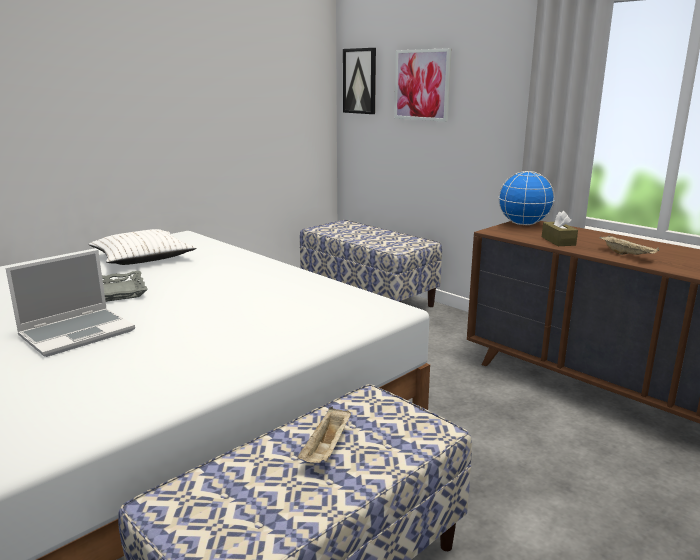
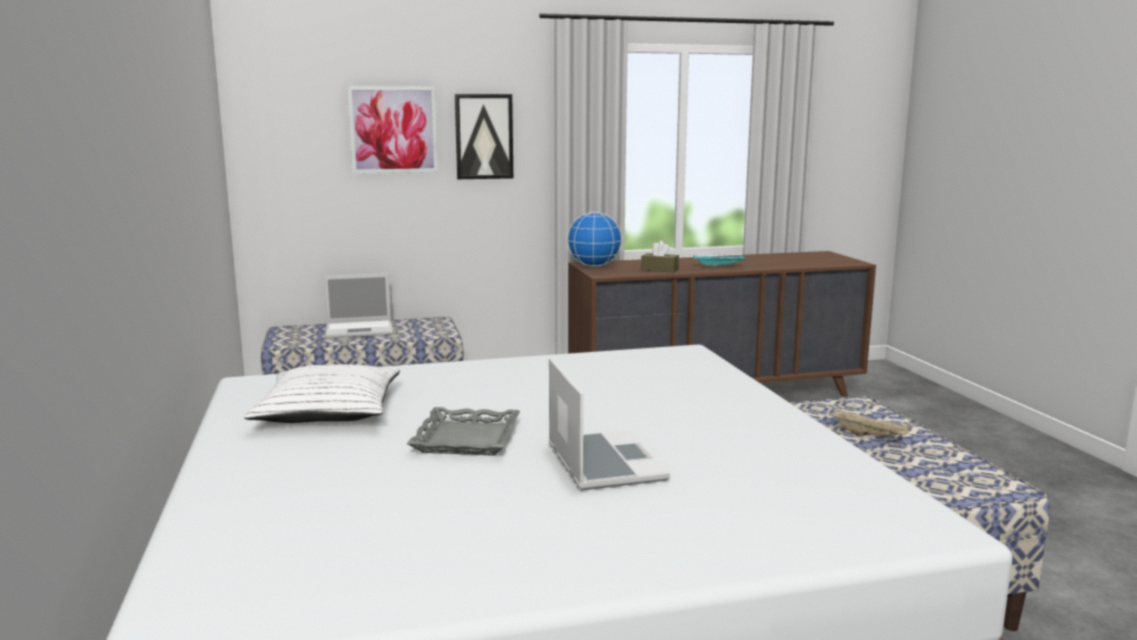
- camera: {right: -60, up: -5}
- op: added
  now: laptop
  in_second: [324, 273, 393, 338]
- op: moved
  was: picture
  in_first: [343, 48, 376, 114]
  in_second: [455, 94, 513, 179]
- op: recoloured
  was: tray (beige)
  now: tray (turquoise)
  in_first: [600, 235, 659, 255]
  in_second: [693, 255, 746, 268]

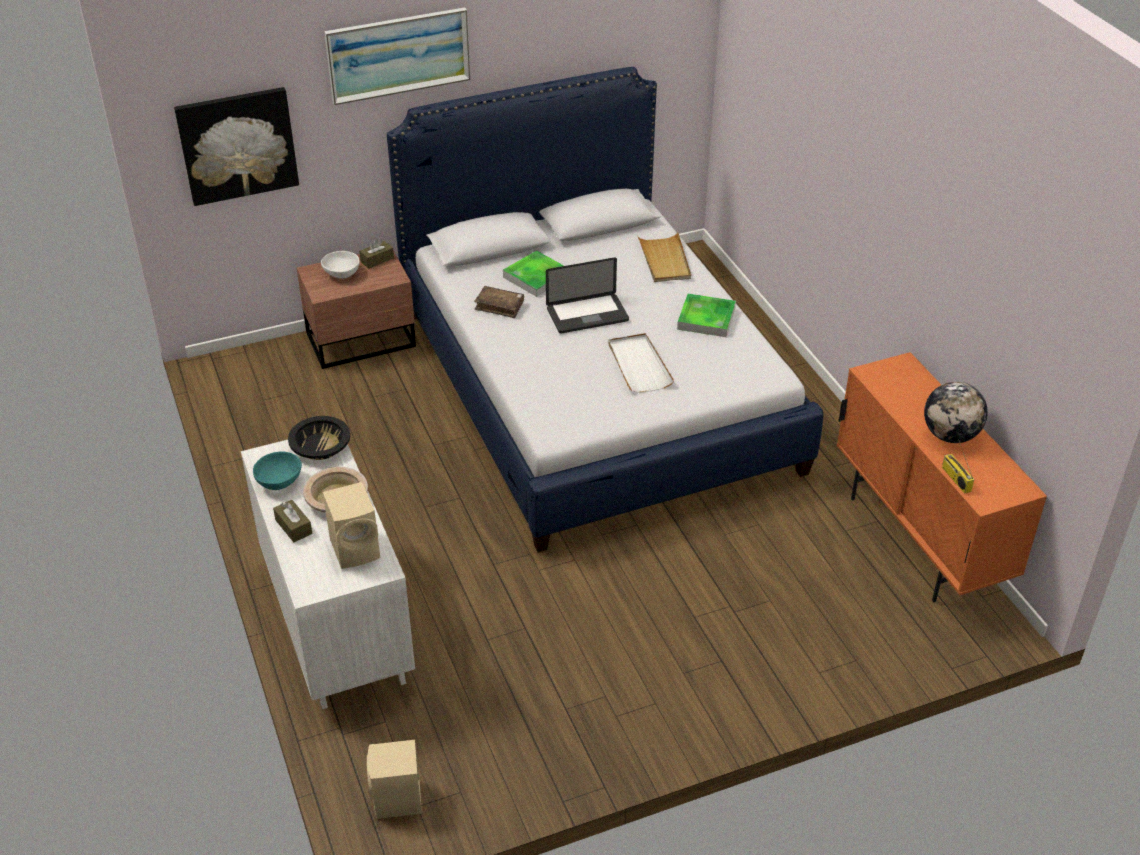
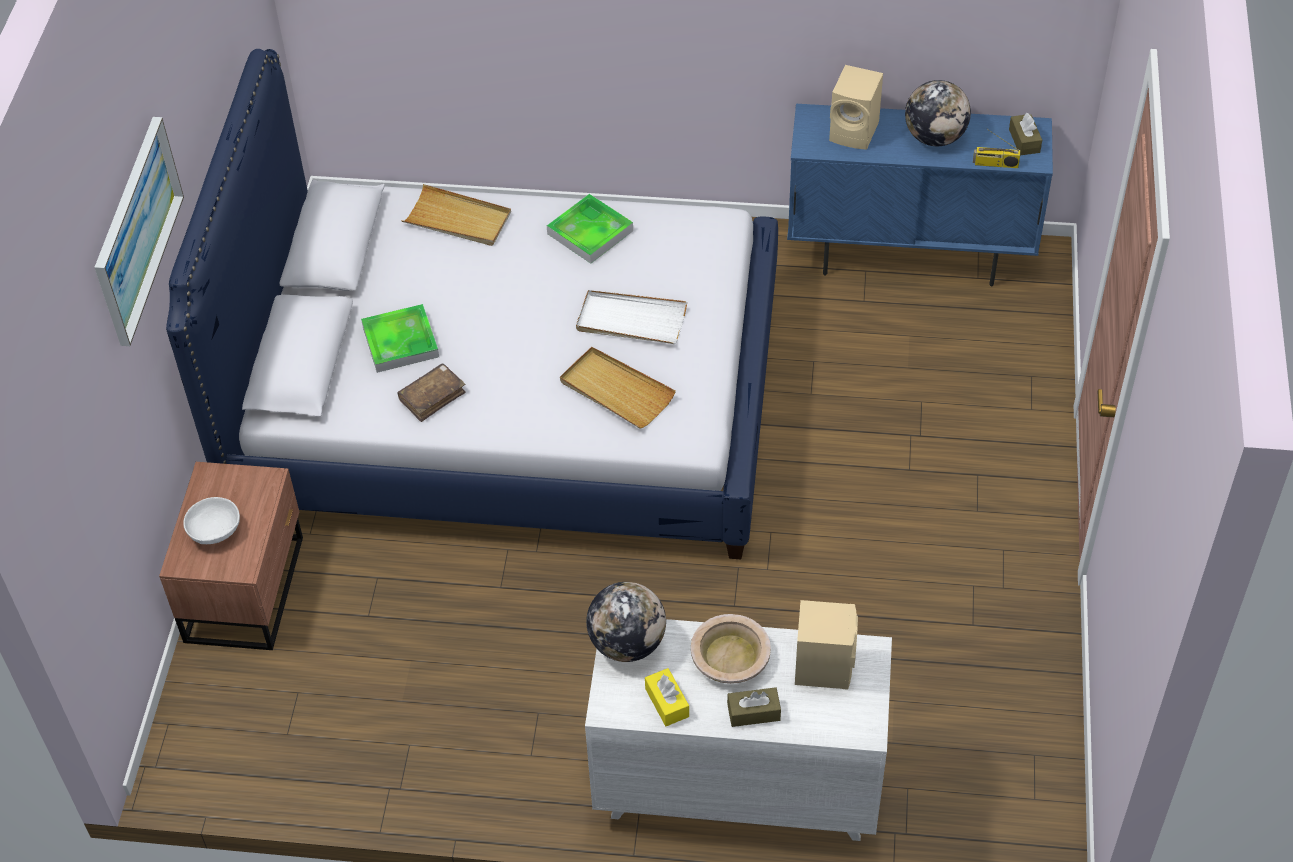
- camera: {right: -60, up: 10}
- op: added
  now: tray (beige)
  in_second: [560, 347, 676, 428]
- op: replaced
  was: bowl (black)
  now: globe
  in_first: [288, 416, 350, 460]
  in_second: [586, 582, 666, 662]
- op: replaced
  was: bowl (turquoise)
  now: tissue box (yellow)
  in_first: [253, 451, 302, 490]
  in_second: [645, 668, 689, 726]
- op: recoloured
  was: cabinet (orange)
  now: cabinet (blue)
  in_first: [837, 352, 1047, 602]
  in_second: [787, 104, 1053, 286]
- op: moved
  was: speaker (beige)
  in_first: [367, 740, 422, 819]
  in_second: [829, 65, 883, 150]
- op: moved
  was: tissue box (brown)
  in_first: [359, 239, 394, 268]
  in_second: [1009, 113, 1042, 155]
- op: removed
  was: picture
  in_first: [174, 87, 299, 206]
- op: removed
  was: laptop
  in_first: [546, 257, 629, 333]

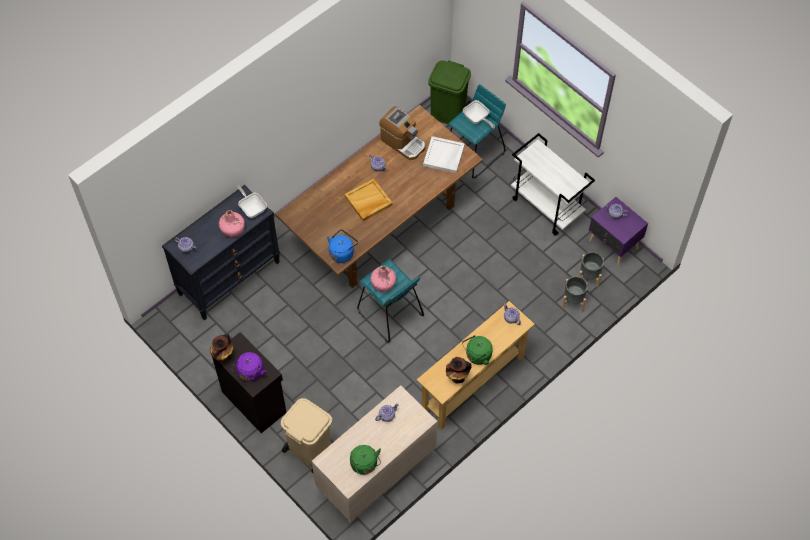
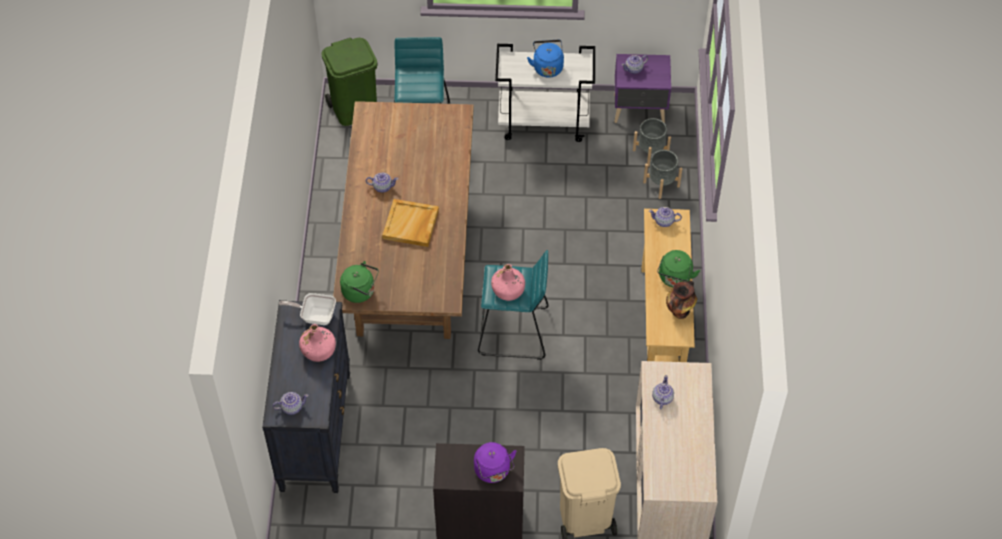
- camera: {right: -45, up: -5}
- op: moved
  was: kettle (green)
  in_first: [350, 445, 381, 475]
  in_second: [340, 261, 379, 303]
- op: moved
  was: kettle (blue)
  in_first: [327, 229, 358, 263]
  in_second: [527, 40, 564, 78]
- op: removed
  was: vase
  in_first: [210, 334, 234, 362]
- op: removed
  was: coffee machine
  in_first: [379, 106, 425, 160]
- op: removed
  was: tray (white)
  in_first: [423, 136, 465, 173]
- op: removed
  was: frying pan
  in_first: [463, 100, 495, 129]

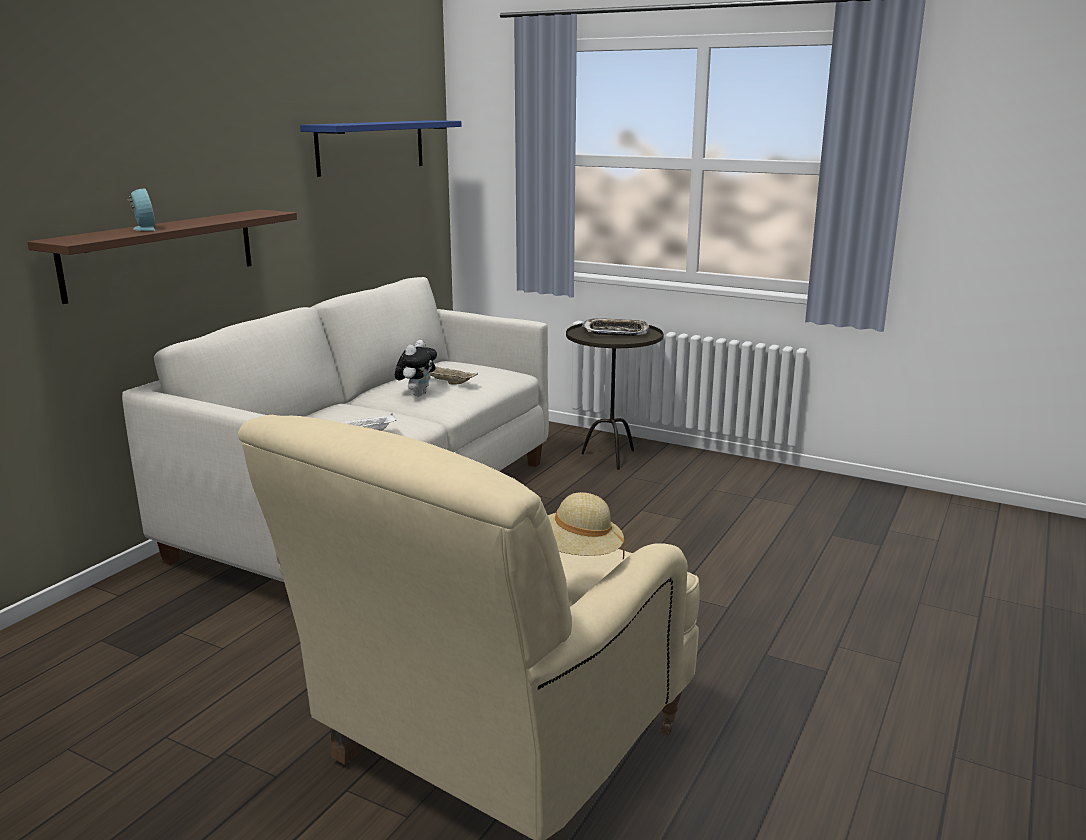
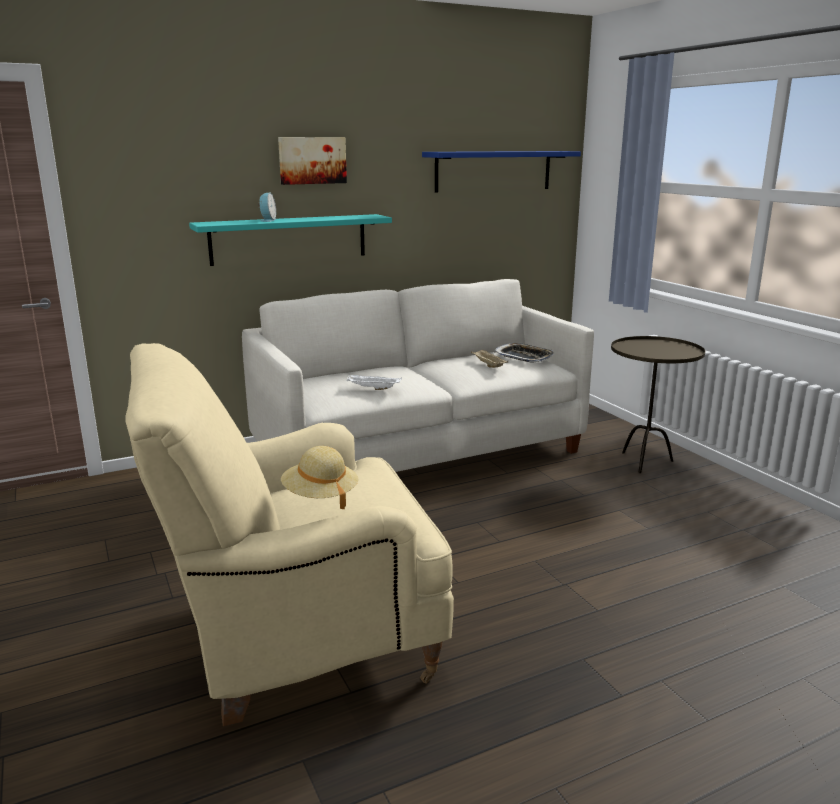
- camera: {right: 35, up: 0}
- op: recoloured
  was: shelf (brown)
  now: shelf (turquoise)
  in_first: [27, 210, 297, 304]
  in_second: [189, 214, 392, 266]
- op: added
  now: picture
  in_second: [278, 137, 347, 185]
- op: moved
  was: tray
  in_first: [582, 318, 649, 336]
  in_second: [494, 343, 554, 363]
- op: removed
  was: plush toy
  in_first: [395, 340, 437, 396]

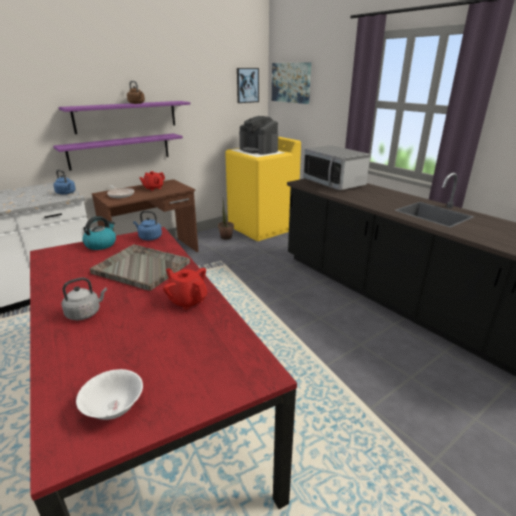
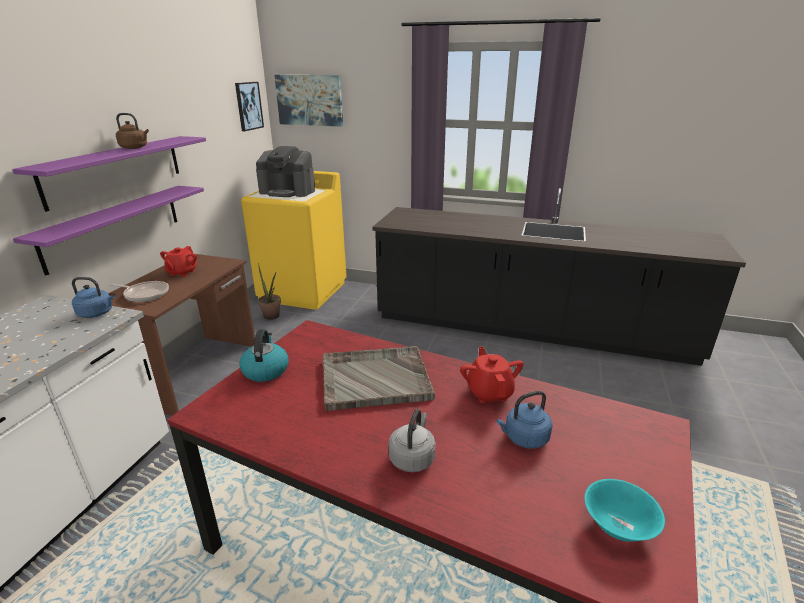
- camera: {right: -35, up: 0}
- op: turned
  was: teapot (red)
  in_first: [163, 268, 207, 310]
  in_second: [460, 346, 524, 403]
  clockwise: 75
- op: moved
  was: kettle (blue)
  in_first: [133, 211, 162, 240]
  in_second: [496, 391, 553, 449]
- op: recoloured
  was: bowl (white)
  now: bowl (turquoise)
  in_first: [76, 369, 143, 420]
  in_second: [584, 479, 665, 542]
- op: removed
  was: microwave
  in_first: [303, 145, 371, 190]

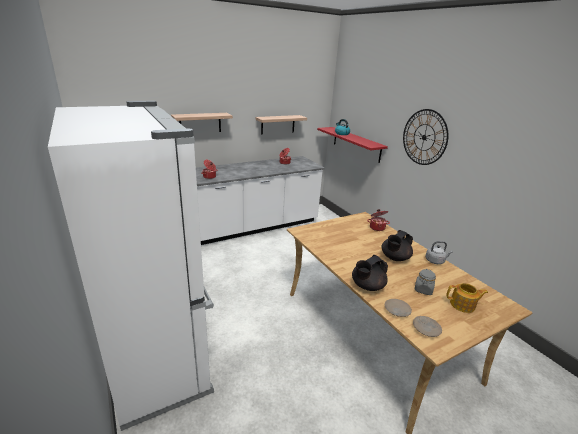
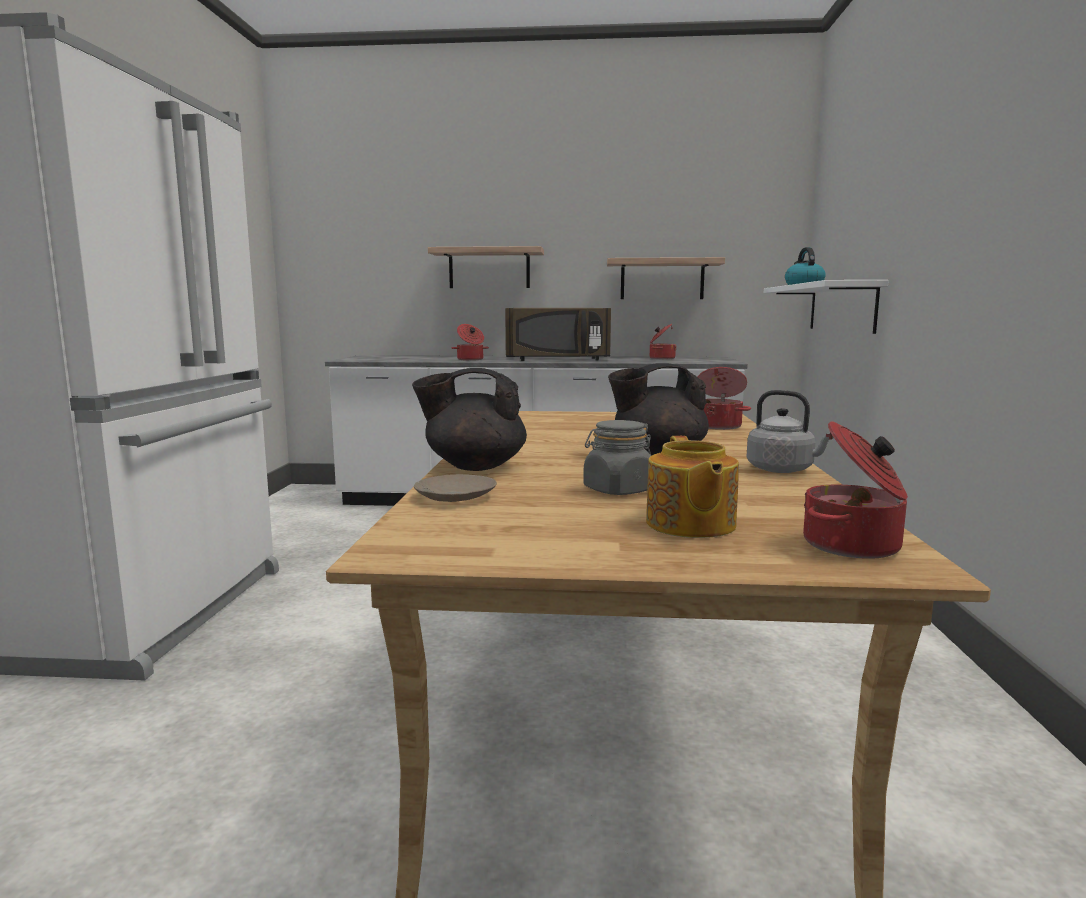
- camera: {right: 35, up: -15}
- op: added
  now: microwave (brown)
  in_second: [505, 308, 611, 361]
- op: turned
  was: teapot
  in_first: [446, 283, 488, 313]
  in_second: [646, 436, 739, 538]
  clockwise: 45
- op: recoloured
  was: shelf (red)
  now: shelf (white)
  in_first: [317, 127, 388, 163]
  in_second: [764, 280, 889, 334]
- op: added
  now: cooking pot
  in_second: [803, 421, 908, 559]
- op: removed
  was: wall clock
  in_first: [403, 109, 449, 165]
- op: removed
  was: plate (beige)
  in_first: [413, 316, 442, 337]

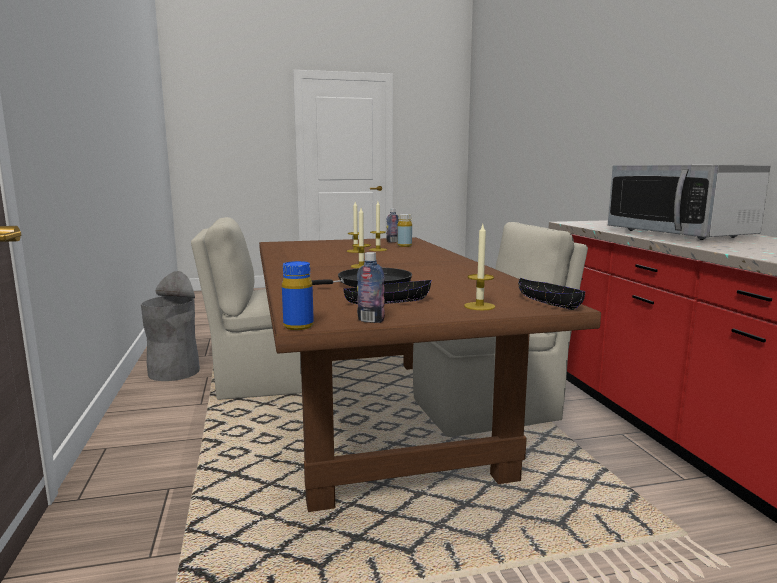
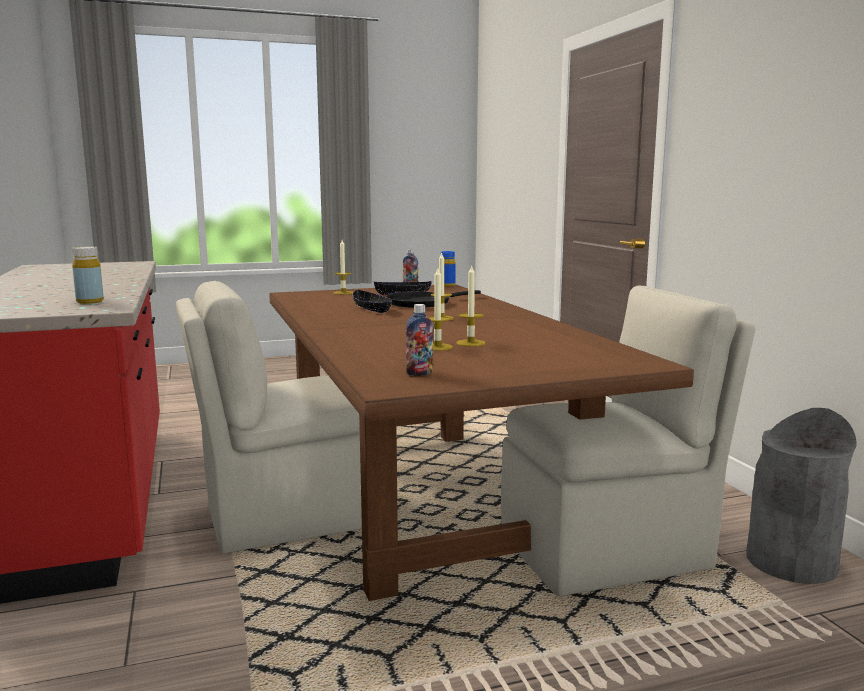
- camera: {right: 175, up: 0}
- op: moved
  was: bottle (yellow)
  in_first: [397, 214, 412, 247]
  in_second: [72, 247, 104, 304]
- op: moved
  was: bowl (black)
  in_first: [518, 278, 585, 310]
  in_second: [353, 290, 392, 313]
- op: removed
  was: microwave
  in_first: [608, 165, 771, 240]

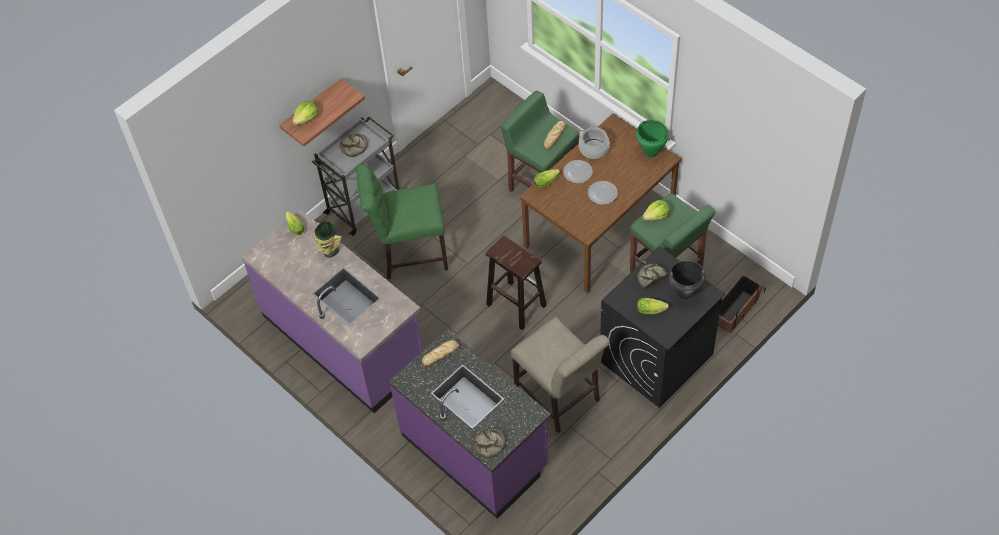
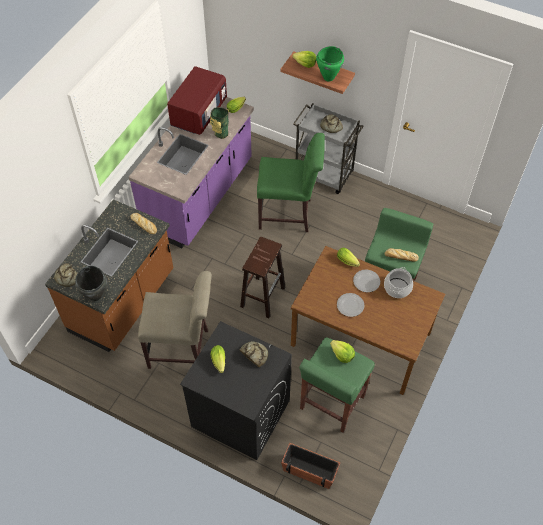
- camera: {right: 70, up: 0}
- op: recoloured
  was: counter (purple)
  now: counter (brown)
  in_first: [389, 329, 551, 519]
  in_second: [45, 199, 173, 352]
- op: moved
  was: cooking pot (black)
  in_first: [669, 260, 706, 299]
  in_second: [75, 266, 107, 301]
- op: turned
  was: chair (beige)
  in_first: [511, 316, 610, 433]
  in_second: [138, 271, 212, 369]
  clockwise: -120
- op: added
  now: microwave (red)
  in_second: [167, 66, 227, 135]
- op: turned
  was: chair (green)
  in_first: [356, 164, 448, 279]
  in_second: [257, 133, 325, 232]
  clockwise: 120
- op: moved
  was: cooking pot (green)
  in_first: [636, 120, 669, 158]
  in_second: [316, 46, 344, 81]

